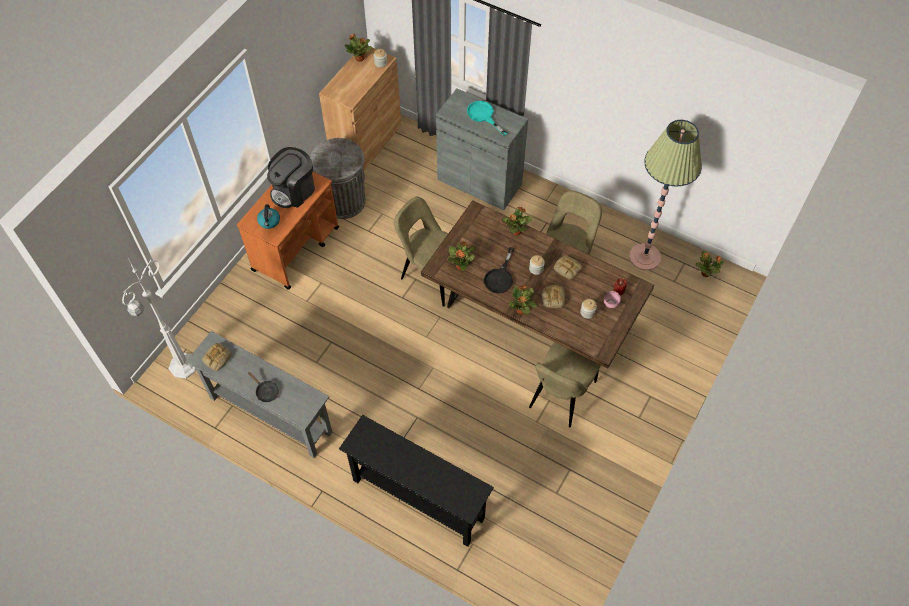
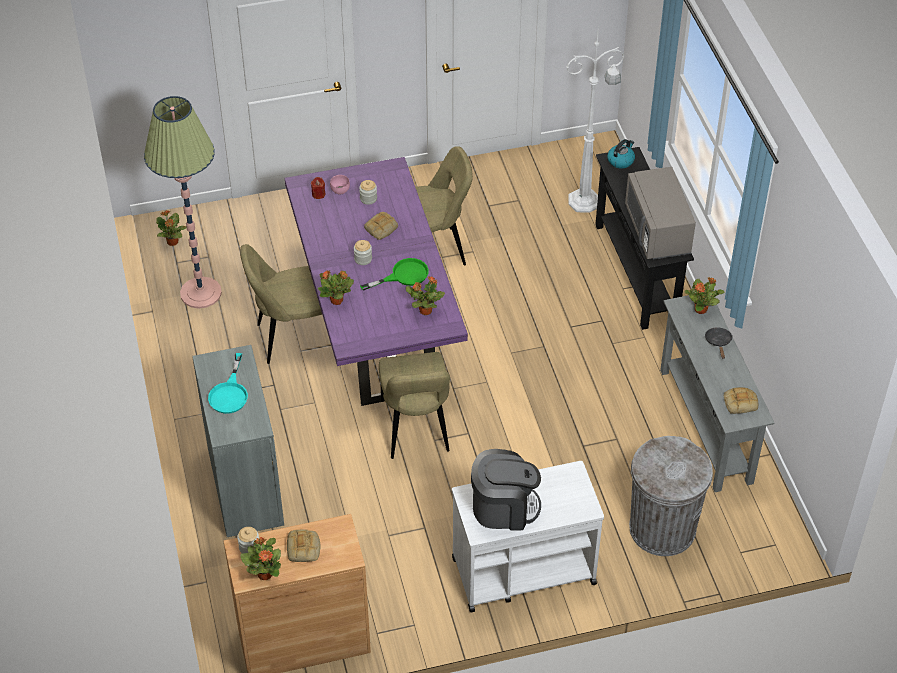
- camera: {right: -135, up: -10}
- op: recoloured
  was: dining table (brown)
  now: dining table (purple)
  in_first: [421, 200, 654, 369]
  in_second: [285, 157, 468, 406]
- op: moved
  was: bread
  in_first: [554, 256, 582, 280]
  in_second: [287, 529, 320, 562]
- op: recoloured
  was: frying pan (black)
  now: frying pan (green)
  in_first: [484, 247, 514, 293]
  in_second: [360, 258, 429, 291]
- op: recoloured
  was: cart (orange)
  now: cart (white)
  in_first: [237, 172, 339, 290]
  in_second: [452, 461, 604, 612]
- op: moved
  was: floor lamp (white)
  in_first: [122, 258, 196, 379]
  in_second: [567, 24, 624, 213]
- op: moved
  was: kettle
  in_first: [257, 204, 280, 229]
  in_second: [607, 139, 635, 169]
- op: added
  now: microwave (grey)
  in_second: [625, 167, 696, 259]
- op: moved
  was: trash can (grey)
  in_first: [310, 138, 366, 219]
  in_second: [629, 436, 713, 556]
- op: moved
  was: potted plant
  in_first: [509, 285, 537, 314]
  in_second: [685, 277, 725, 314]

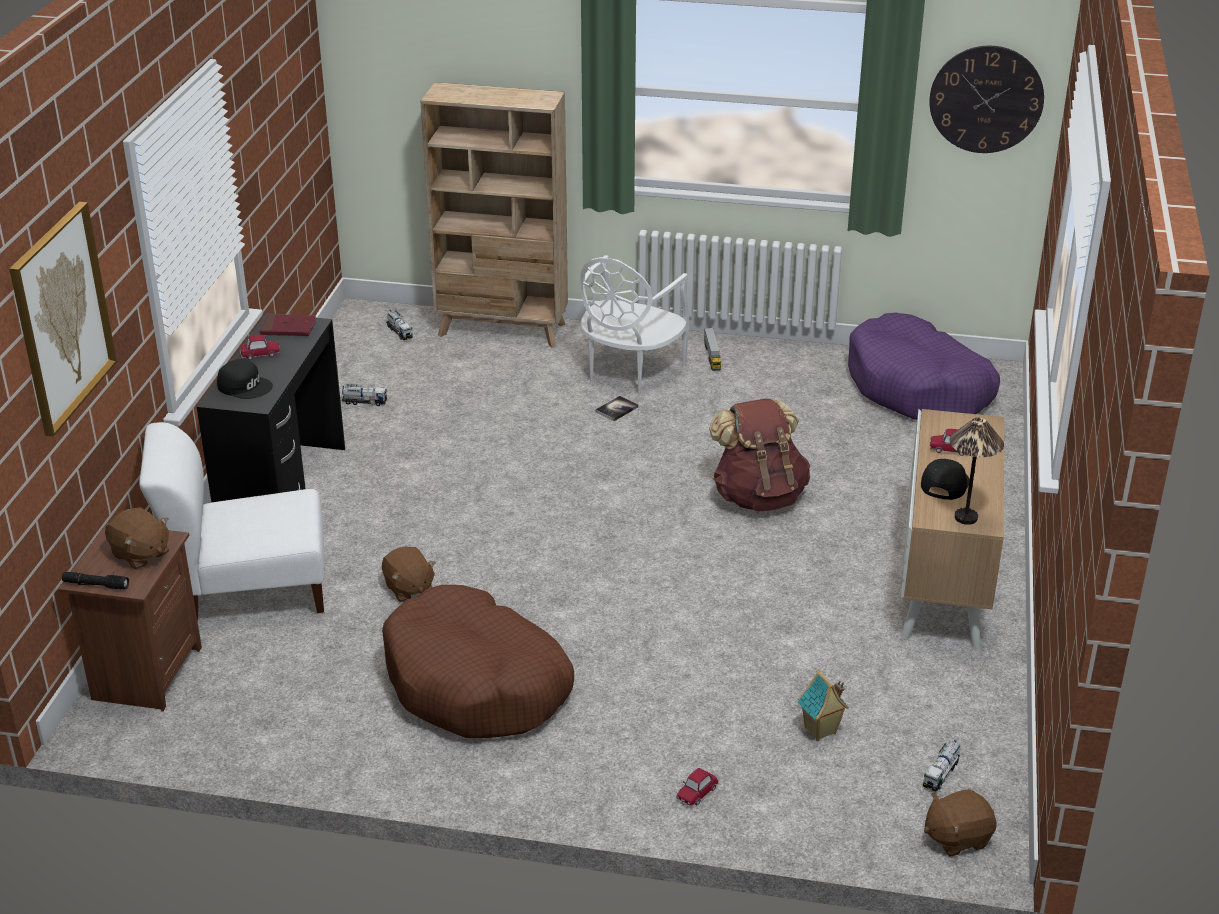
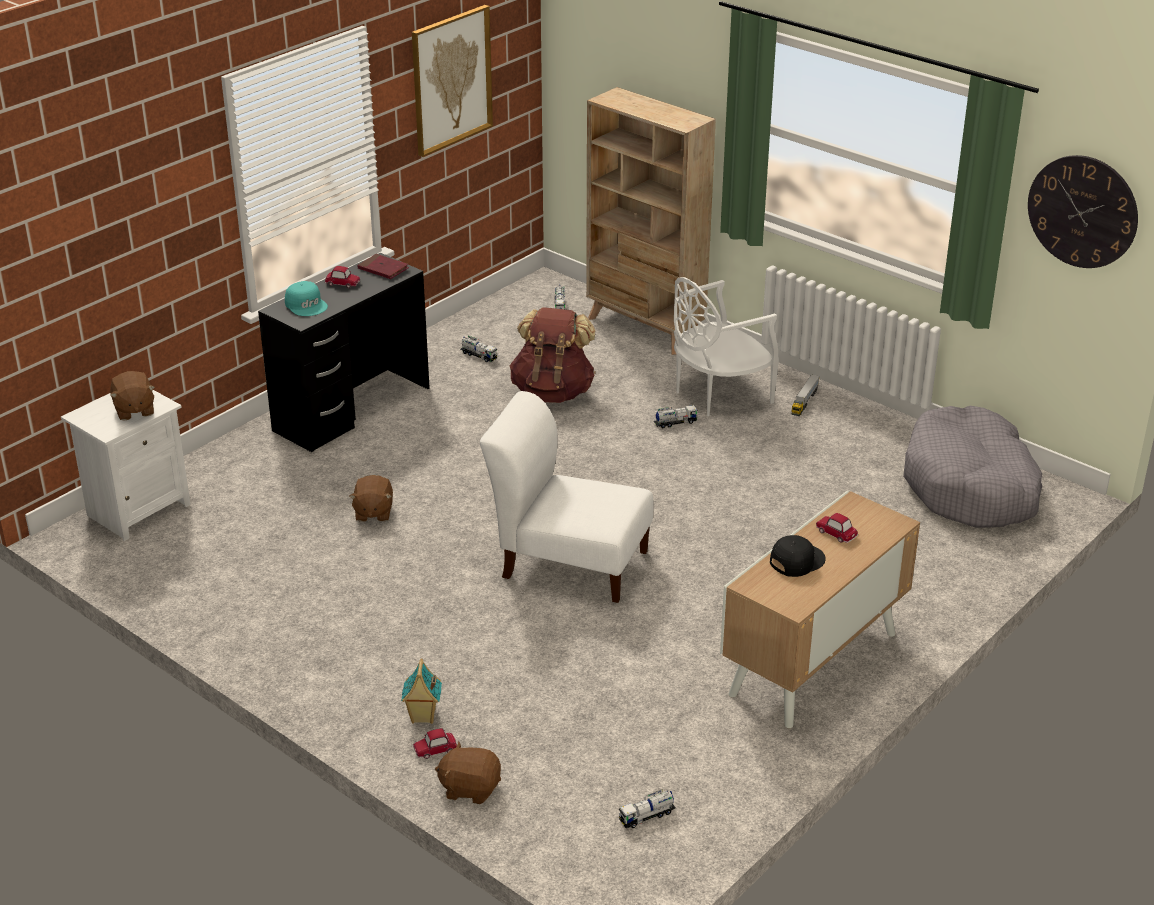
- camera: {right: 30, up: 0}
- op: recoloured
  was: nightstand (brown)
  now: nightstand (white)
  in_first: [58, 523, 202, 712]
  in_second: [61, 390, 191, 541]
- op: recoloured
  was: cap (black)
  now: cap (turquoise)
  in_first: [217, 359, 273, 399]
  in_second: [285, 281, 328, 316]
- op: moved
  was: toy house
  in_first: [798, 669, 849, 741]
  in_second: [401, 658, 442, 724]
- op: moved
  was: picture
  in_first: [9, 202, 117, 437]
  in_second: [412, 5, 493, 157]
- op: moved
  was: plush toy (brown)
  in_first: [924, 789, 996, 857]
  in_second: [435, 741, 501, 804]
- op: moved
  was: chair (white)
  in_first: [139, 422, 325, 621]
  in_second: [480, 391, 653, 603]
- op: moved
  was: backpack (brown)
  in_first: [709, 399, 810, 512]
  in_second: [509, 307, 596, 403]
- op: replaced
  was: book
  now: toy truck
  in_first: [595, 396, 639, 421]
  in_second: [654, 405, 698, 428]
- op: recoloured
  was: dog bed (purple)
  now: dog bed (grey)
  in_first: [848, 313, 1000, 420]
  in_second: [903, 406, 1042, 528]
- op: removed
  was: flashlight (black)
  in_first: [62, 572, 129, 590]
- op: removed
  was: dog bed (brown)
  in_first: [382, 585, 574, 738]
- op: removed
  was: table lamp
  in_first: [950, 418, 1004, 525]

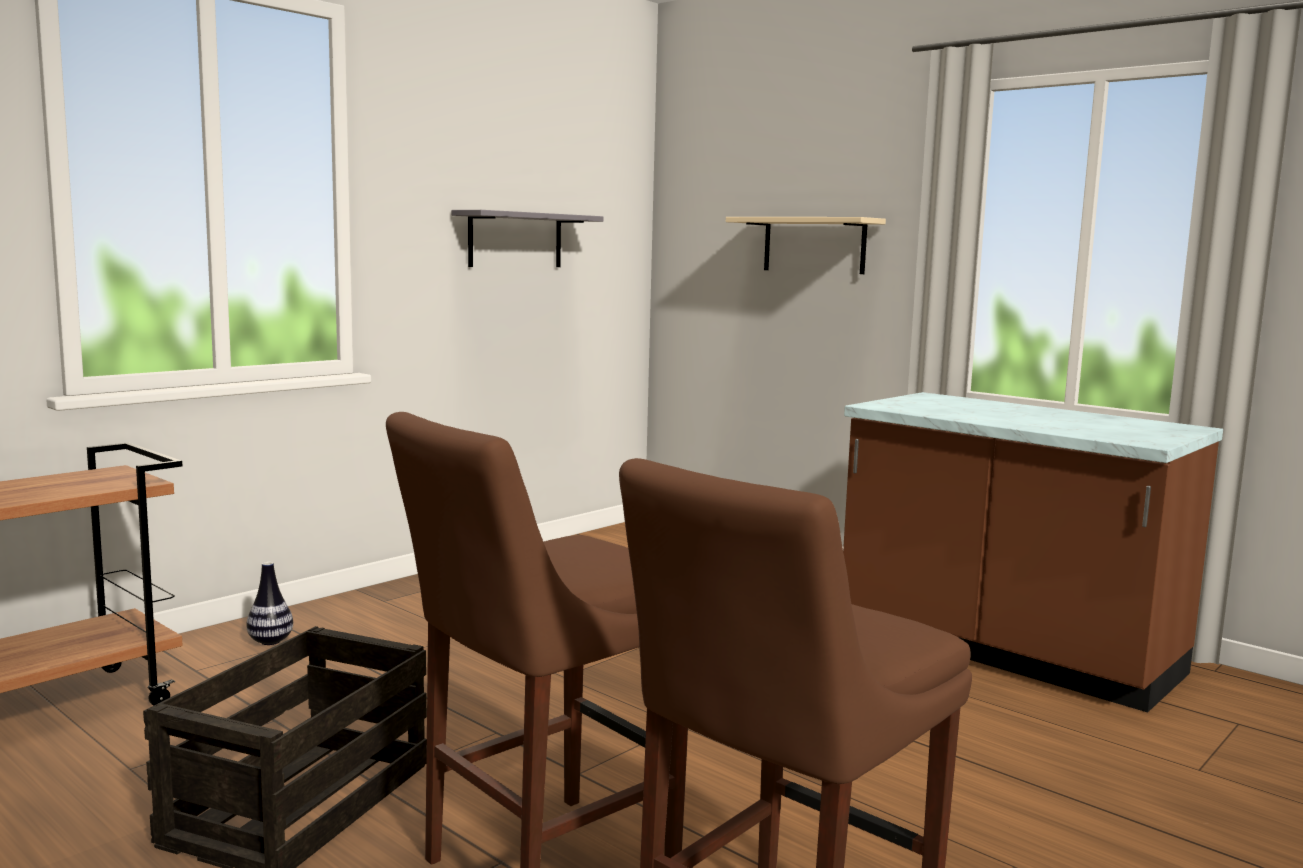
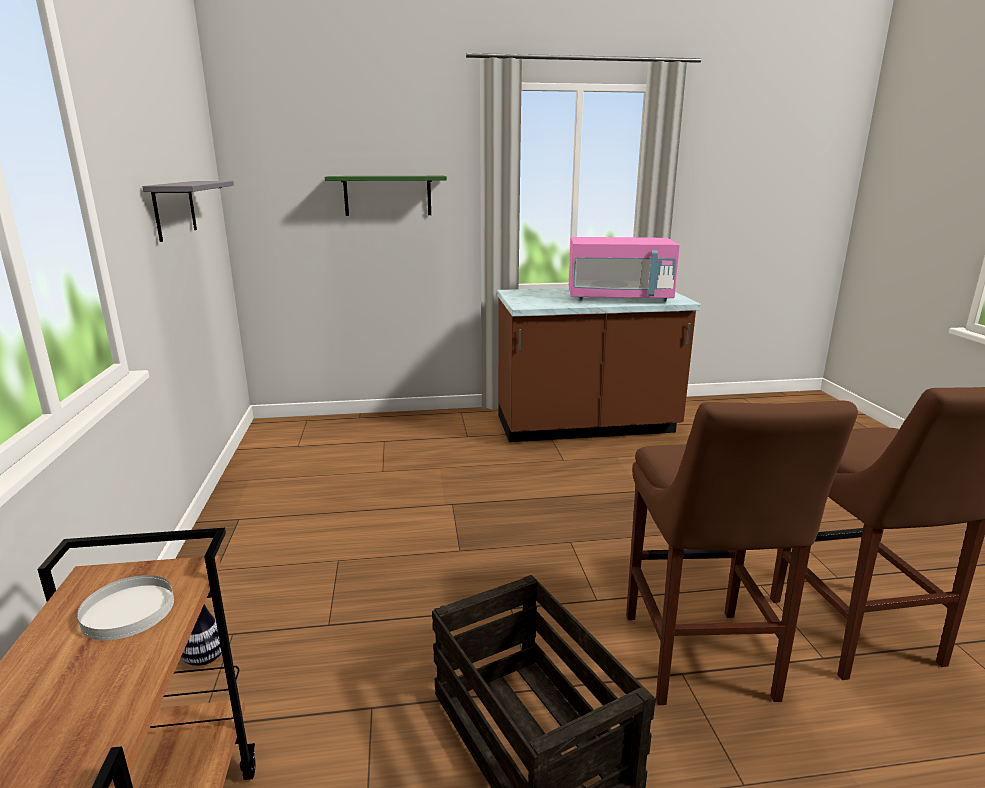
- camera: {right: -50, up: 10}
- op: added
  now: plate (white)
  in_second: [77, 575, 174, 640]
- op: recoloured
  was: shelf (beige)
  now: shelf (green)
  in_first: [726, 217, 886, 274]
  in_second: [325, 176, 447, 216]
- op: added
  now: microwave (pink)
  in_second: [569, 237, 680, 302]

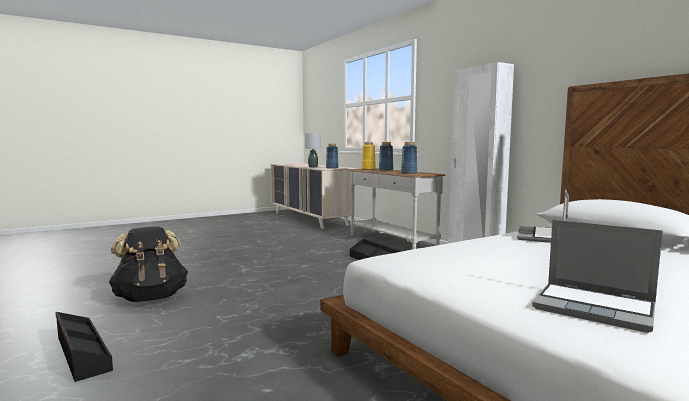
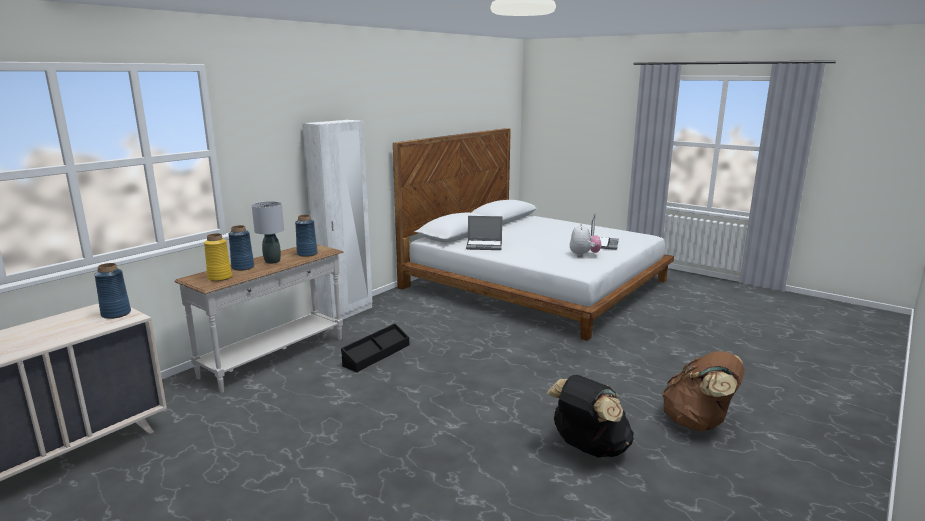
- camera: {right: -110, up: 10}
- op: moved
  was: table lamp (grey)
  in_first: [305, 133, 321, 168]
  in_second: [252, 201, 284, 264]
- op: added
  now: plush toy
  in_second: [570, 223, 601, 257]
- op: replaced
  was: storage box (black)
  now: backpack (brown)
  in_first: [55, 312, 113, 382]
  in_second: [662, 351, 745, 431]

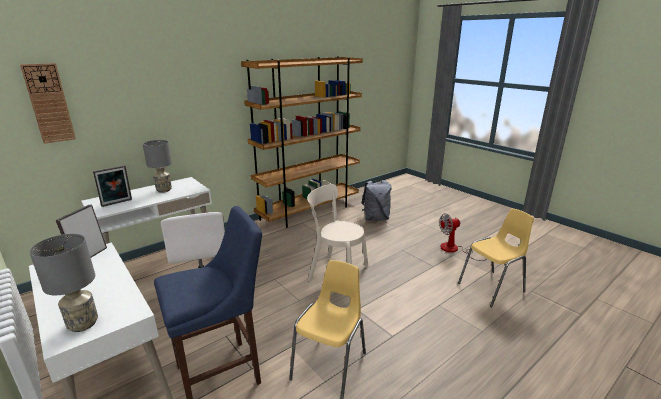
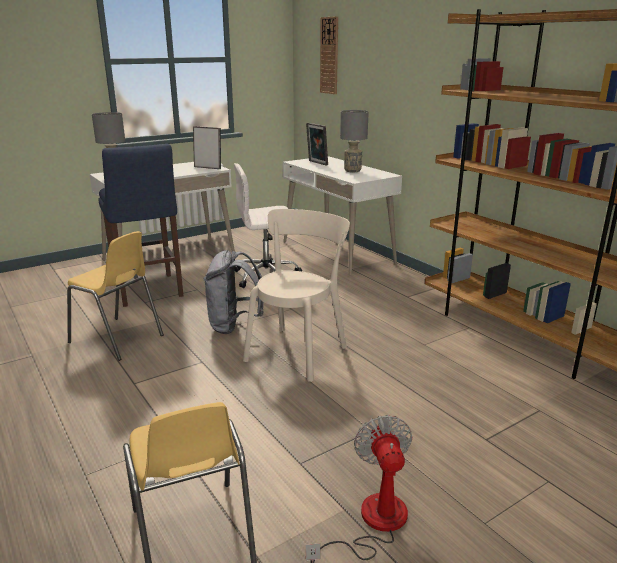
- camera: {right: 95, up: 0}
- op: moved
  was: backpack (grey)
  in_first: [361, 180, 392, 221]
  in_second: [204, 250, 264, 334]

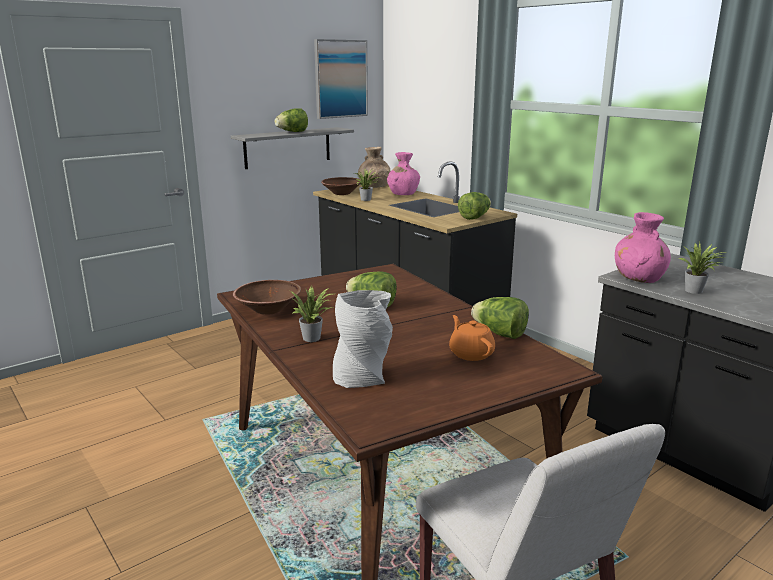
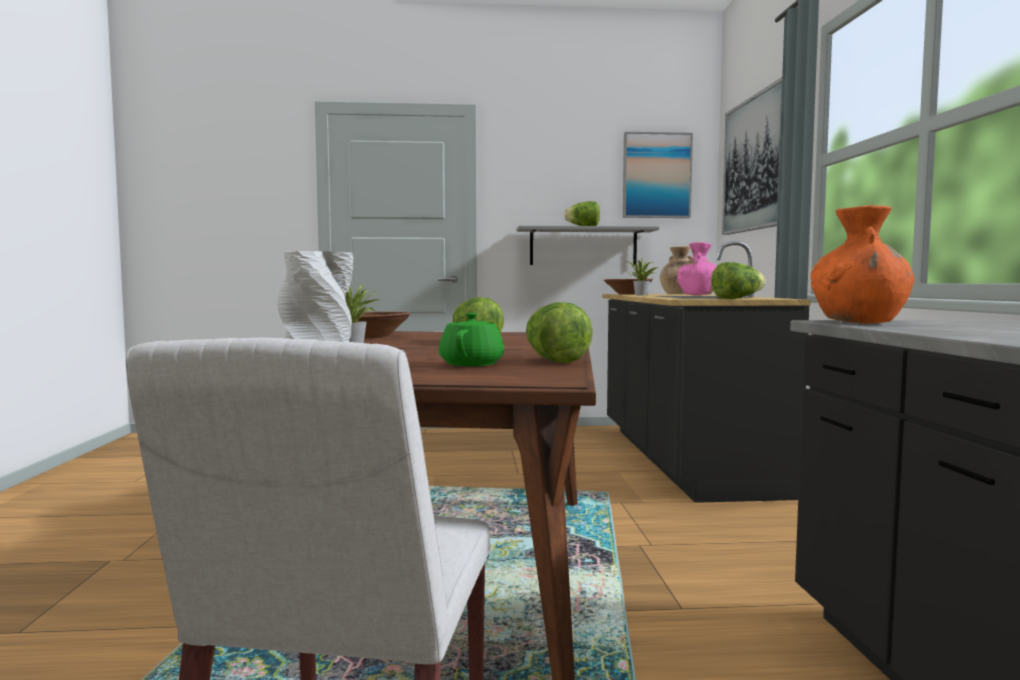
- camera: {right: 35, up: -15}
- op: recoloured
  was: teapot (orange)
  now: teapot (green)
  in_first: [449, 315, 495, 361]
  in_second: [439, 313, 504, 366]
- op: added
  now: picture
  in_second: [722, 77, 782, 235]
- op: recoloured
  was: vase (pink)
  now: vase (orange)
  in_first: [615, 212, 671, 283]
  in_second: [810, 205, 915, 323]
- op: removed
  was: potted plant
  in_first: [678, 242, 727, 294]

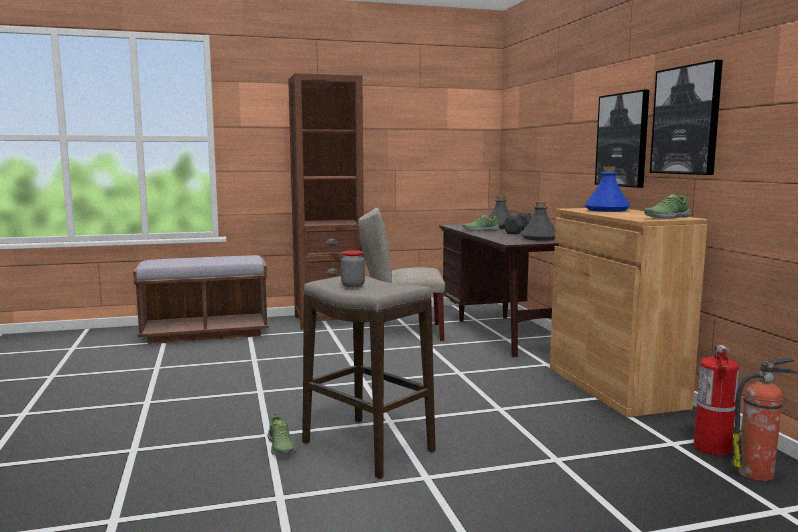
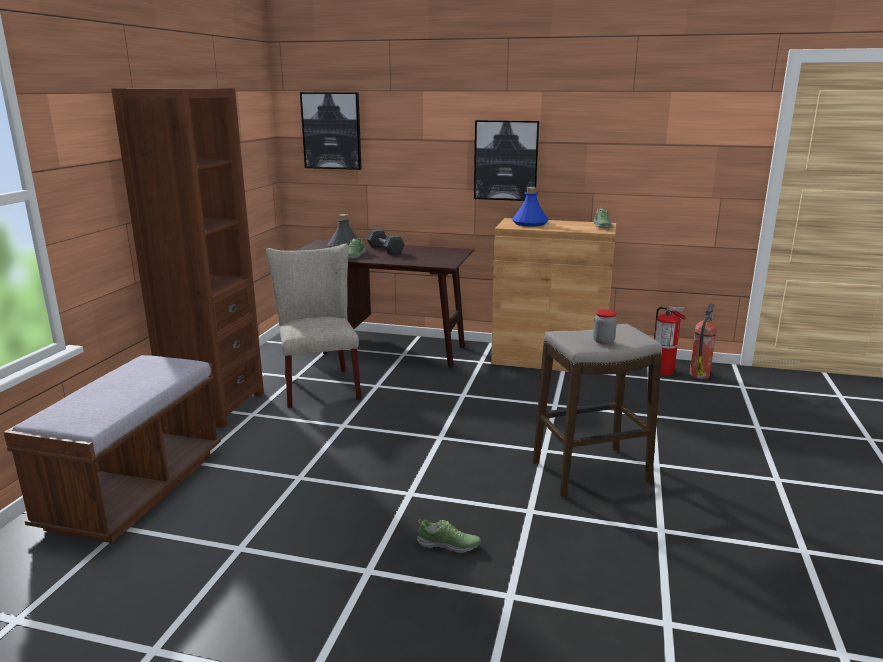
- camera: {right: -60, up: 10}
- op: turned
  was: chair (beige)
  in_first: [358, 208, 445, 341]
  in_second: [266, 244, 361, 408]
  clockwise: 135
- op: moved
  was: picture
  in_first: [650, 60, 723, 175]
  in_second: [300, 92, 362, 170]
- op: moved
  was: shoe
  in_first: [267, 413, 296, 456]
  in_second: [417, 519, 481, 553]
- op: removed
  was: bottle (grey)
  in_first: [521, 201, 555, 241]

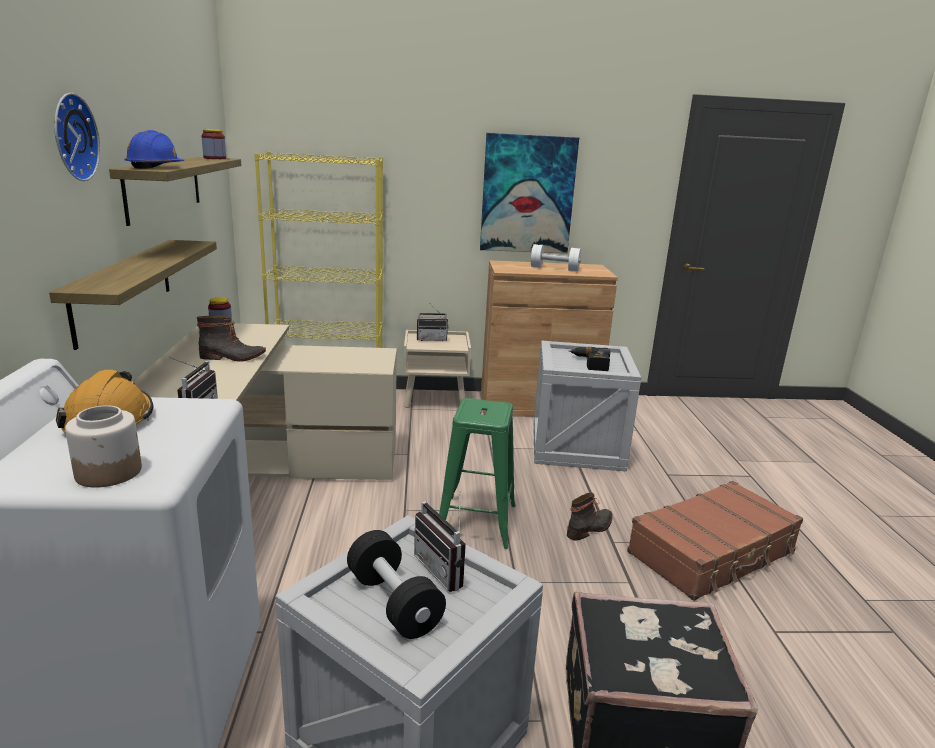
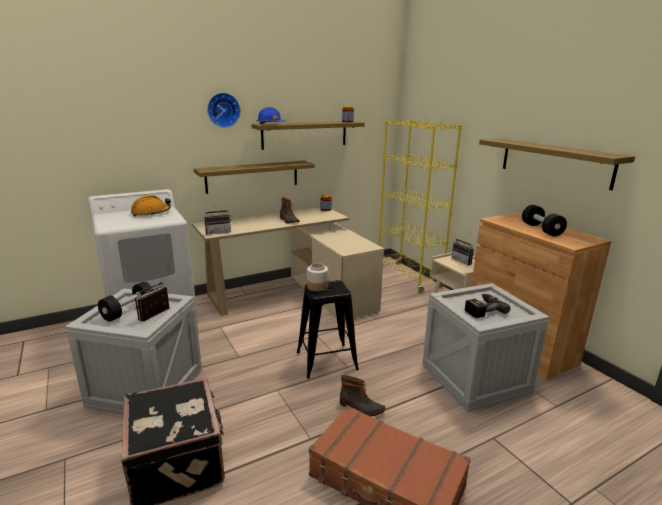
- camera: {right: 65, up: 0}
- op: recoloured
  was: stool (green)
  now: stool (black)
  in_first: [439, 398, 516, 549]
  in_second: [297, 280, 359, 379]
- op: moved
  was: jar
  in_first: [65, 405, 142, 488]
  in_second: [307, 263, 328, 291]
- op: replaced
  was: picture
  now: shelf
  in_first: [480, 133, 579, 254]
  in_second: [479, 138, 635, 190]
- op: recoloured
  was: dumbbell (white)
  now: dumbbell (black)
  in_first: [531, 244, 581, 271]
  in_second: [522, 205, 567, 236]

